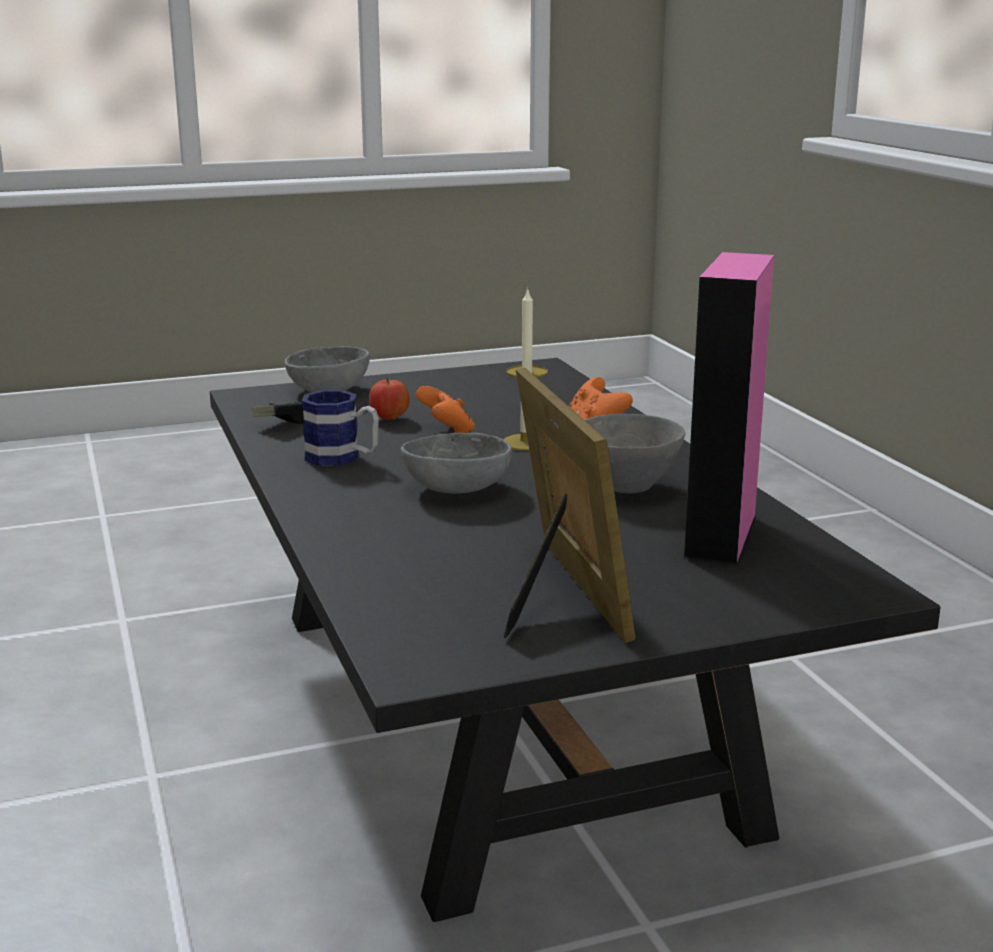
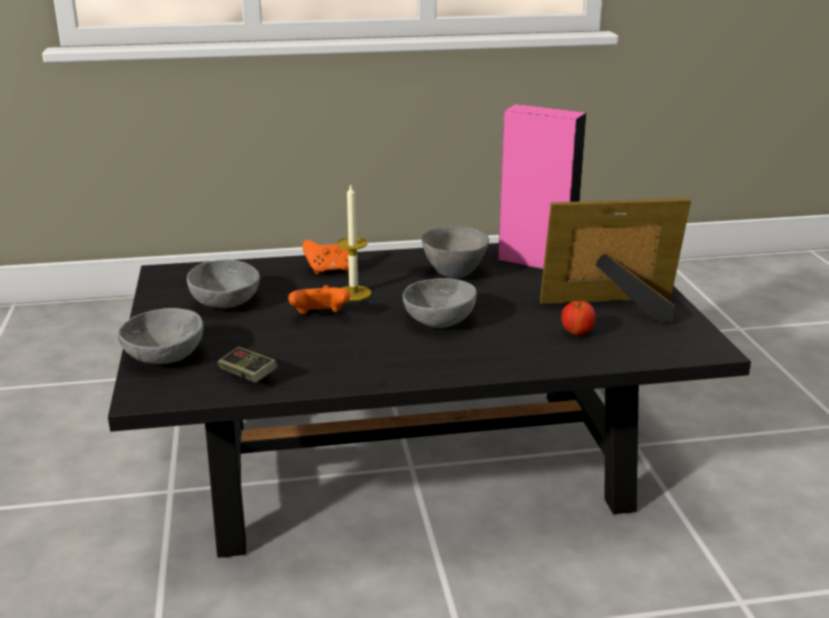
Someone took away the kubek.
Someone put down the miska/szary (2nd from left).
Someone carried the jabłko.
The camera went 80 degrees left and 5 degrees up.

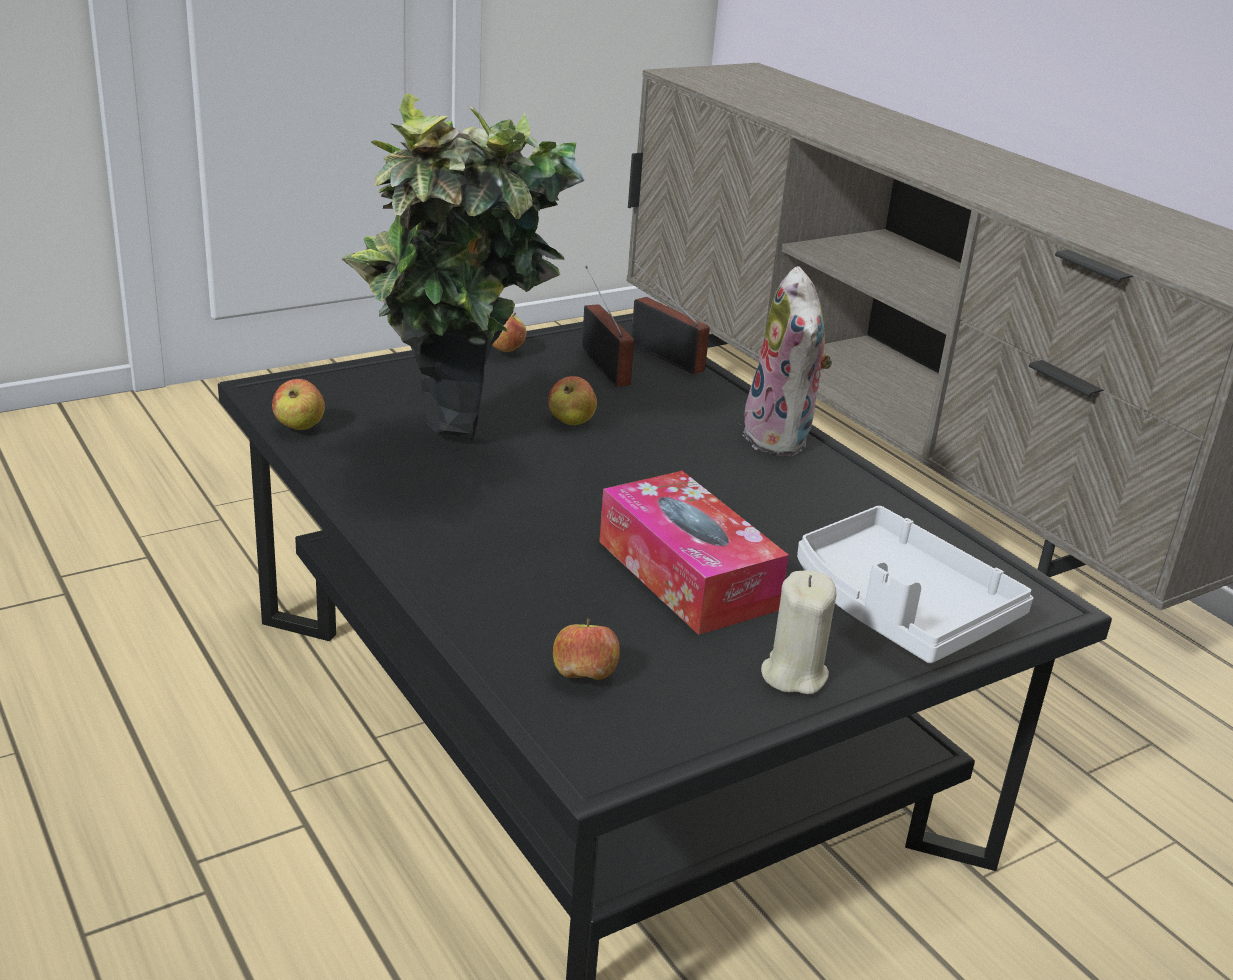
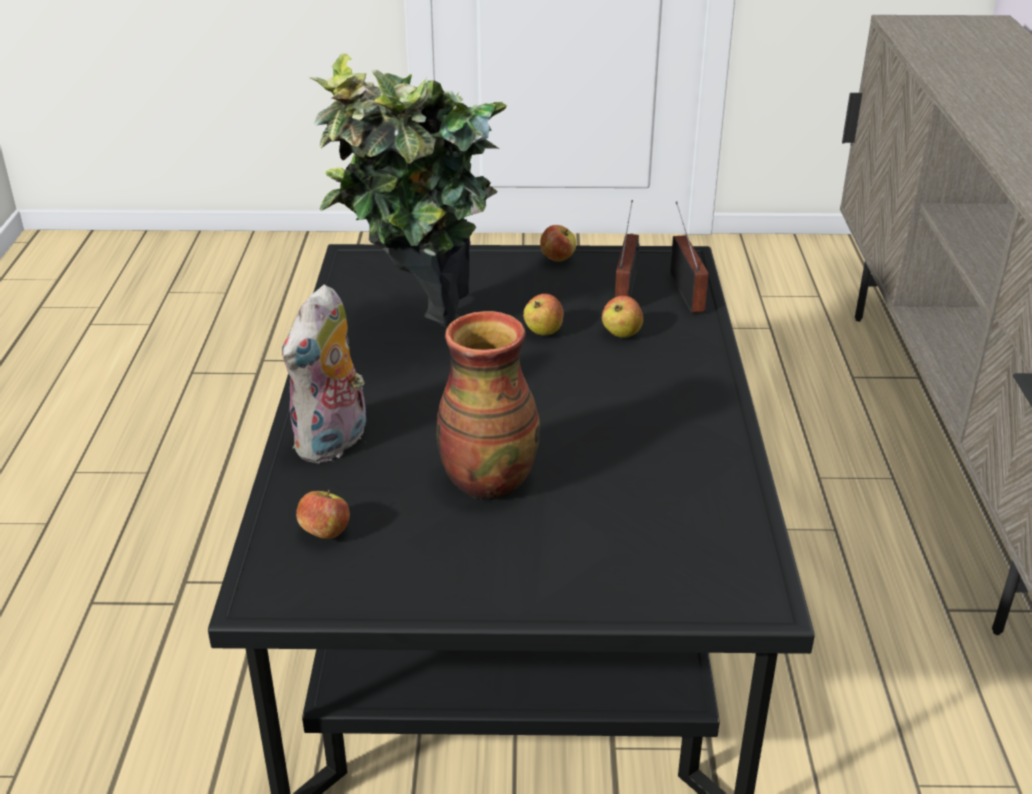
Someone took away the świeca/beżowy.
Someone took away the taca/biały.
Someone carried the jabłko (1st from left in the first image).
Someone carried the pluszak.
Someone swapped the pudełko chusteczek for the wazon.
The camera went 35 degrees right and 5 degrees up.

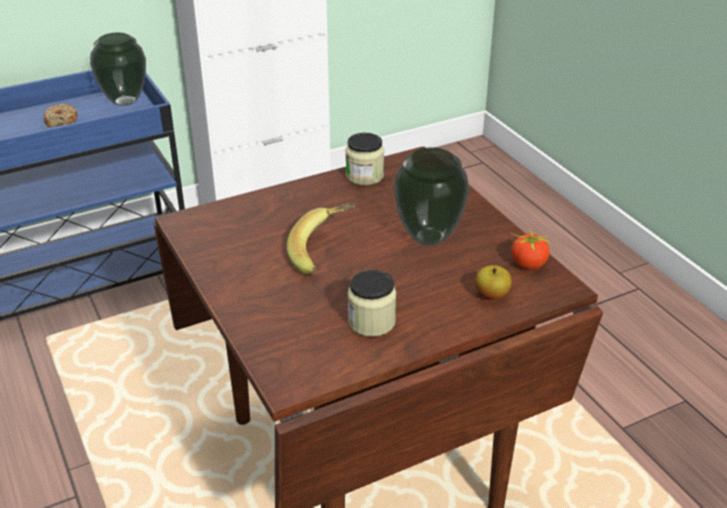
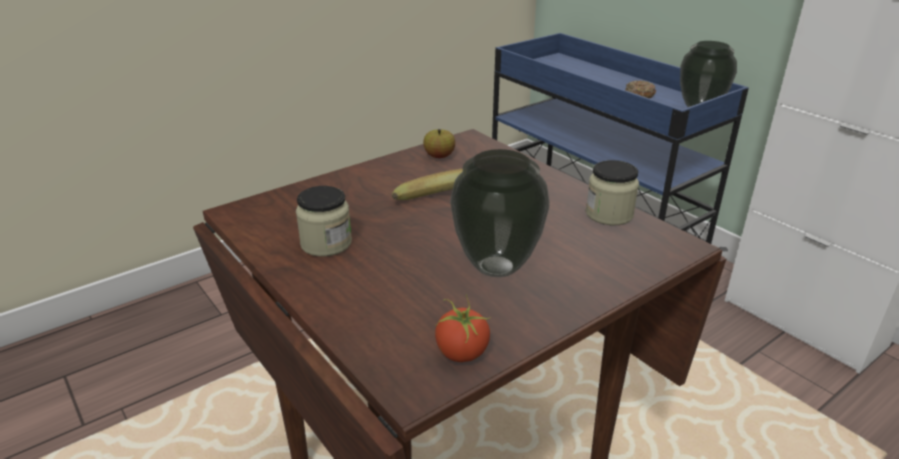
Someone carried the jabłko.
The camera went 80 degrees right and 5 degrees down.

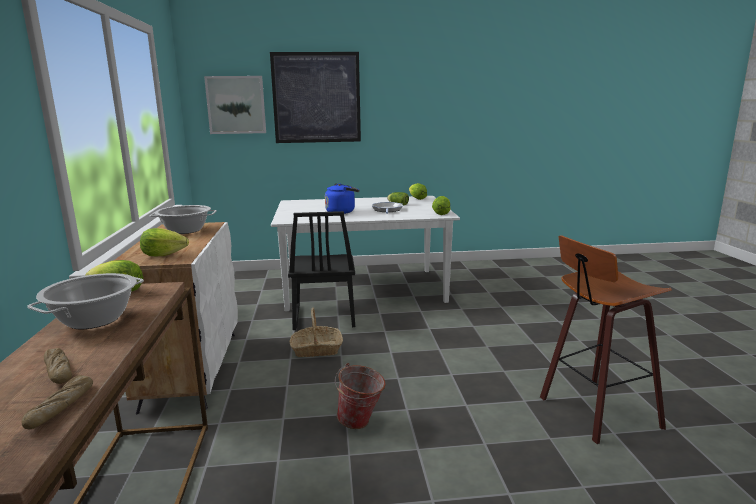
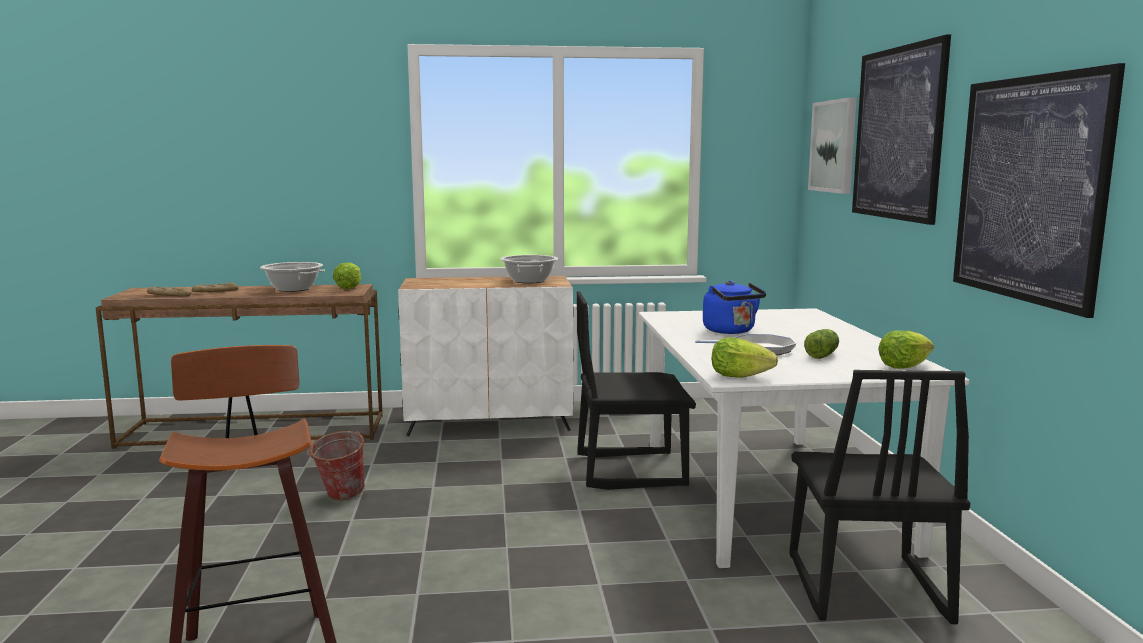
Someone took away the sałata (2nd from left).
Someone took away the koszyk.
Someone put down the krzesło/czarny (2nd from left).
Someone put up the obraz (3rd from left).
The camera went 90 degrees right and 5 degrees down.

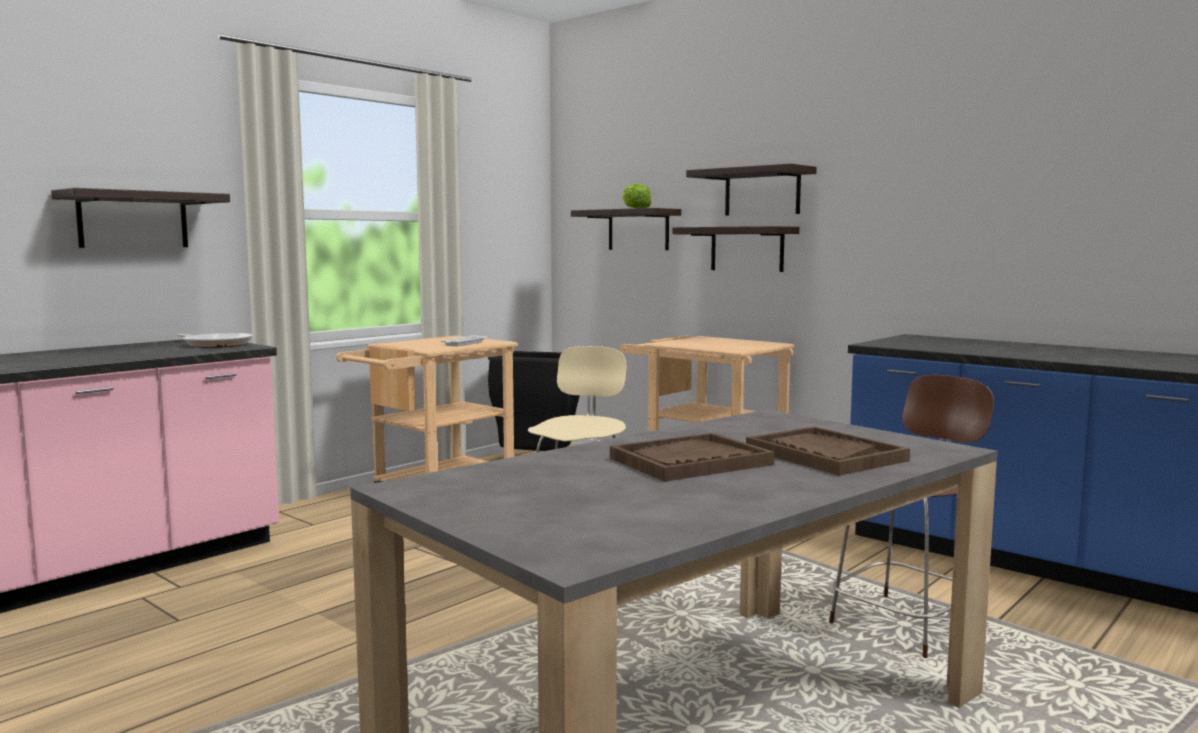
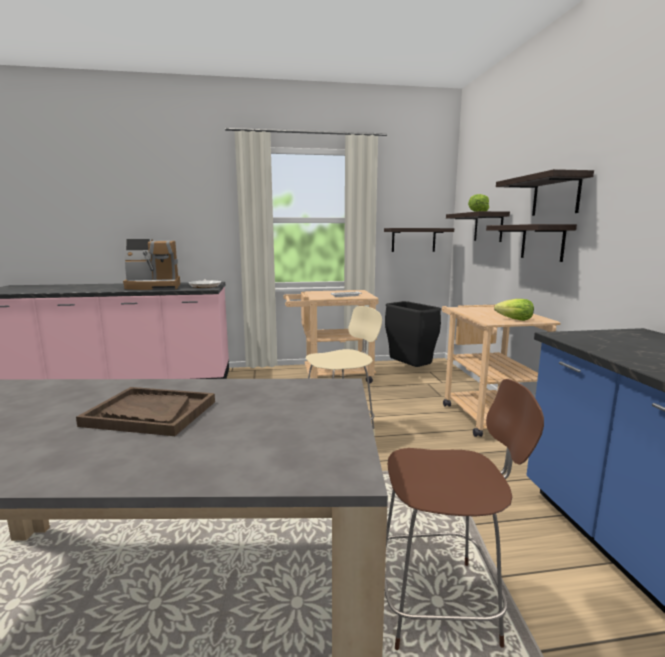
Someone took away the taca/brązowy (2nd from left).
Someone put down the ekspres do kawy.
Someone put down the sałata (2nd from left).
Someone carried the półka (1st from left).
The camera went 40 degrees right and 5 degrees up.

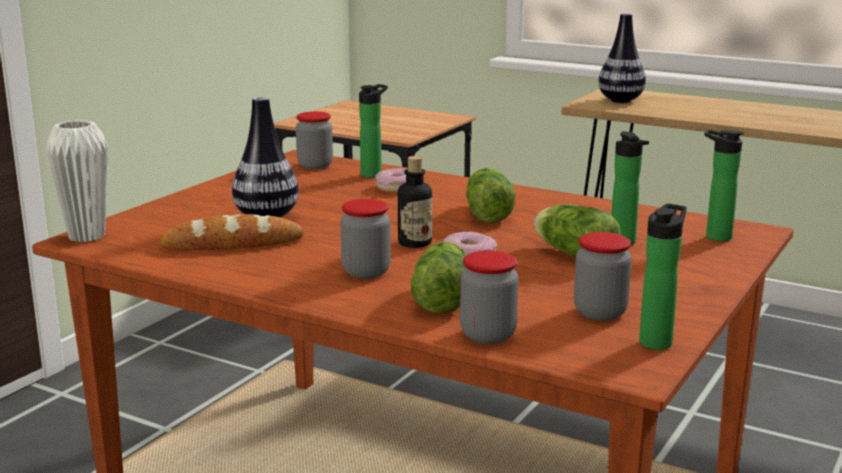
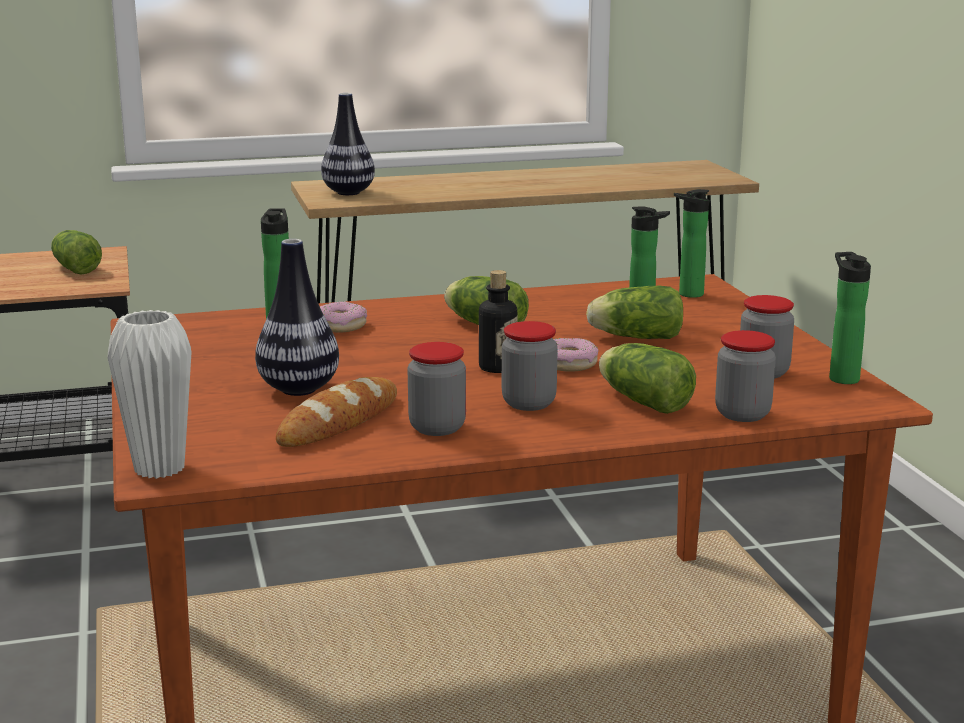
Someone put down the sałata (1st from left).
Someone carried the słoik (1st from left).
The camera went 45 degrees left and 0 degrees up.

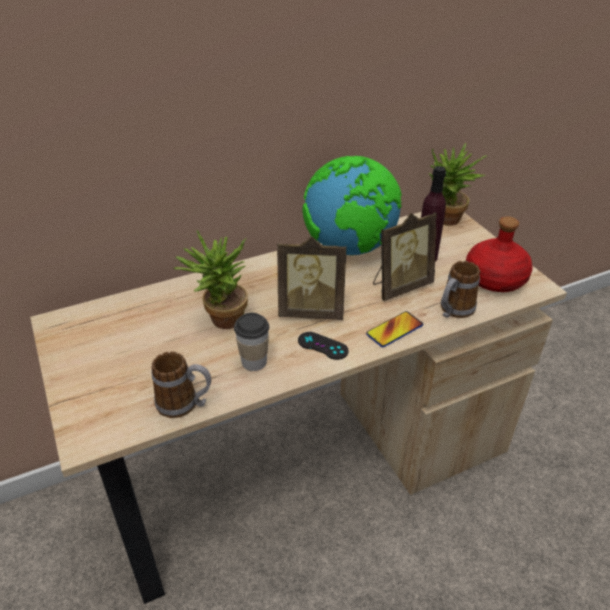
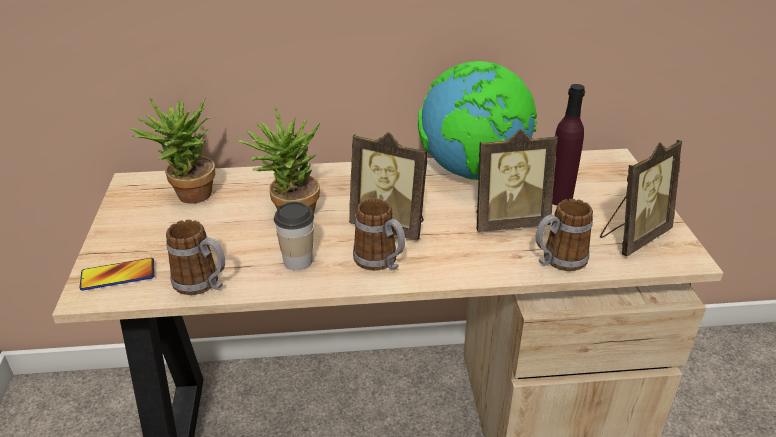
Someone carried the telefon.
Someone carried the roślina doniczkowa (2nd from left in the first image).
Someone swapped the pad do gier/czarny for the kubek (2nd from left).
Someone swapped the butelka/czerwony for the ramka na zdjęcie (3rd from left).
The camera went 20 degrees right and 5 degrees down.

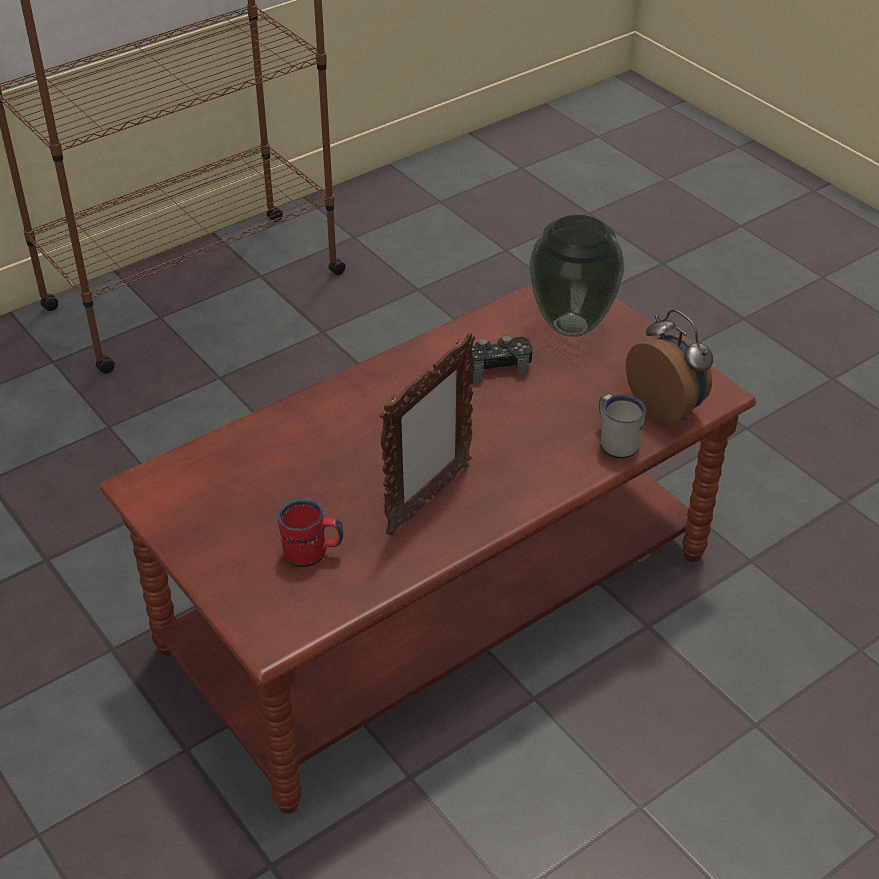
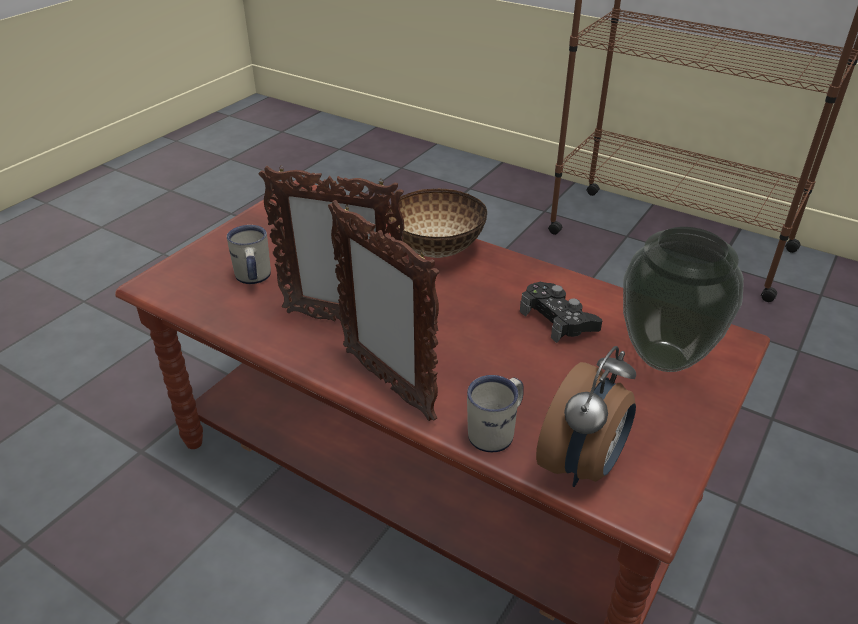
Someone put down the ramka na zdjęcie (2nd from left).
Someone put down the miska.
Someone repainted the kubek/czerwony, which became the kubek/biały (1st from left).
The camera went 70 degrees right and 5 degrees down.

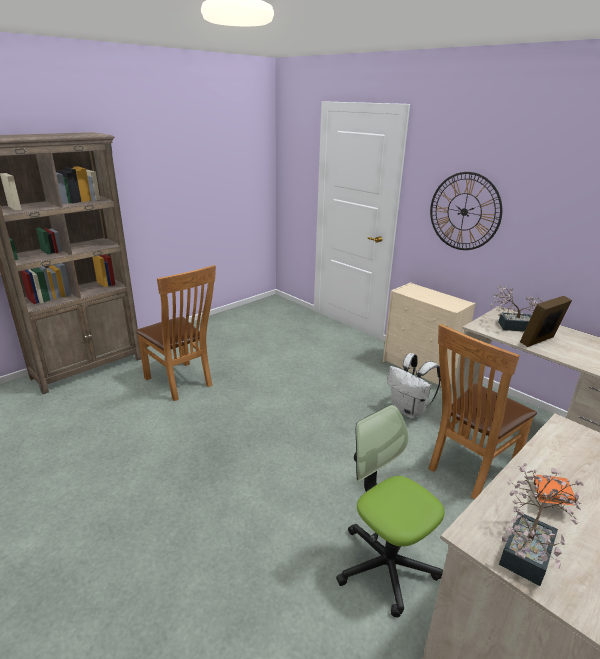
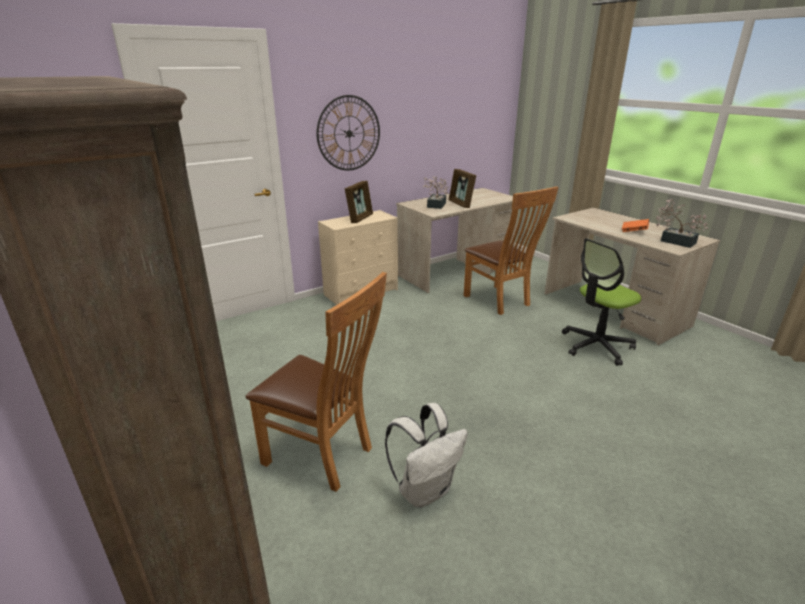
Someone put down the ramka na zdjęcie (1st from left).
Someone carried the plecak/biały.
Someone rotated the krzesło/brązowy (1st from left) by 60 degrees clockwise.
The camera went 80 degrees left and 0 degrees up.

